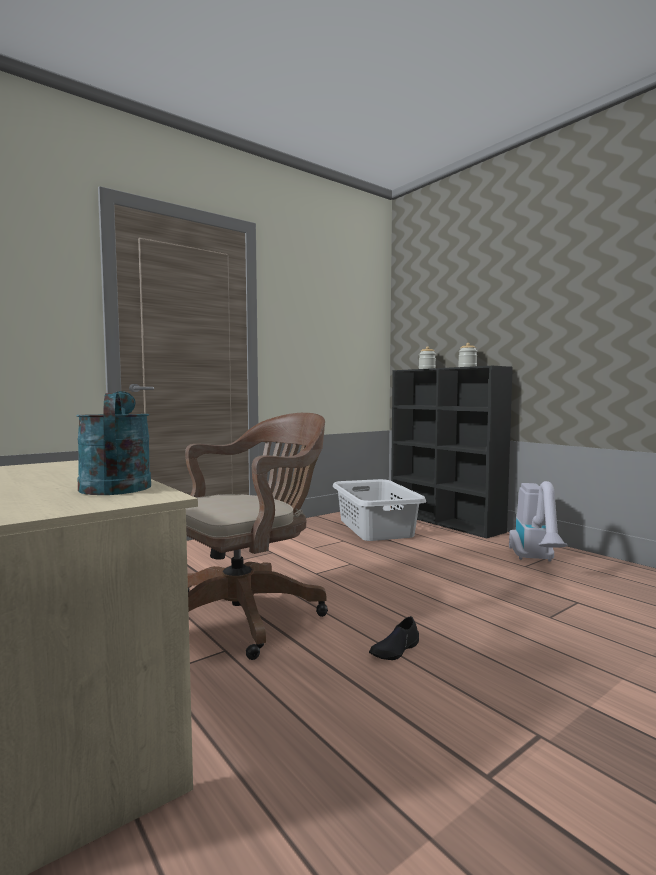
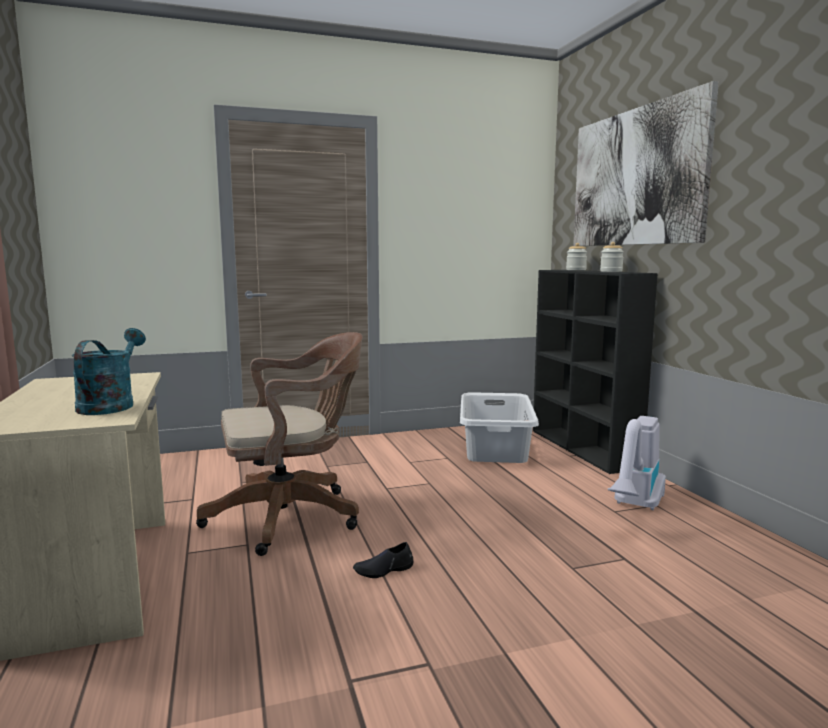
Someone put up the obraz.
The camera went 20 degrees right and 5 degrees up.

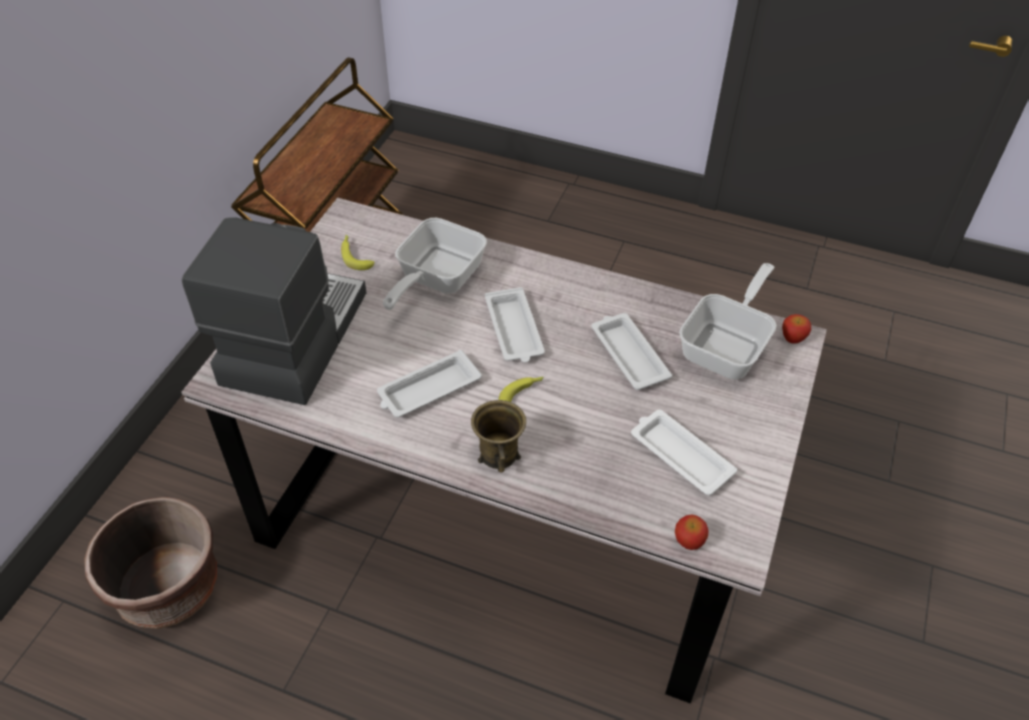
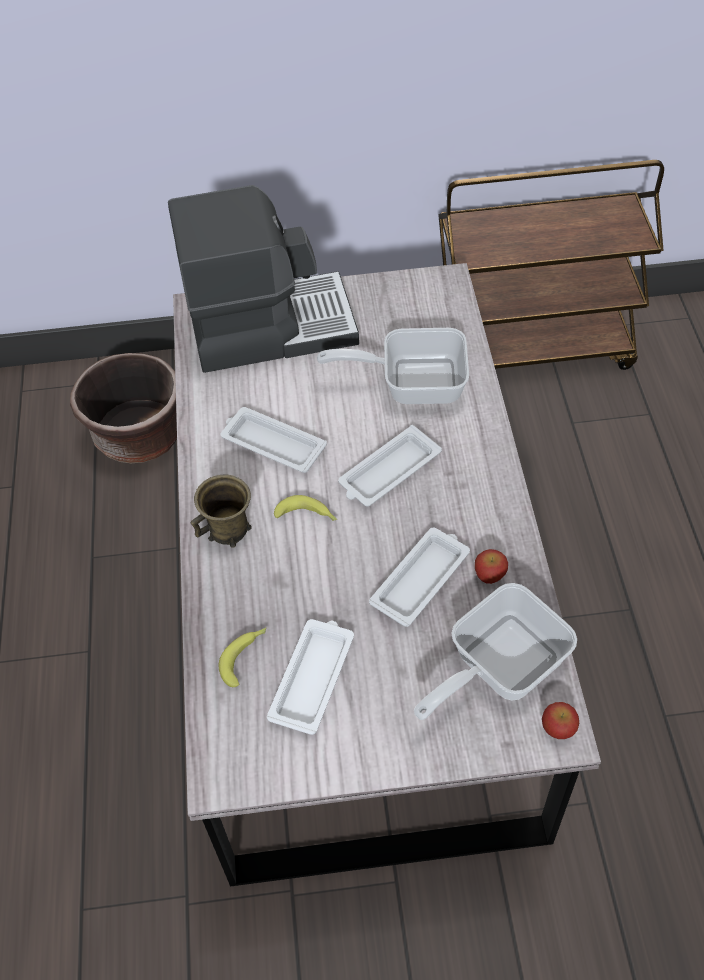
Someone carried the banan (1st from left).
Someone carried the jabłko (1st from left).
Someone rotated the patelnia (2nd from left) by 135 degrees clockwise.
The camera went 65 degrees right and 5 degrees up.

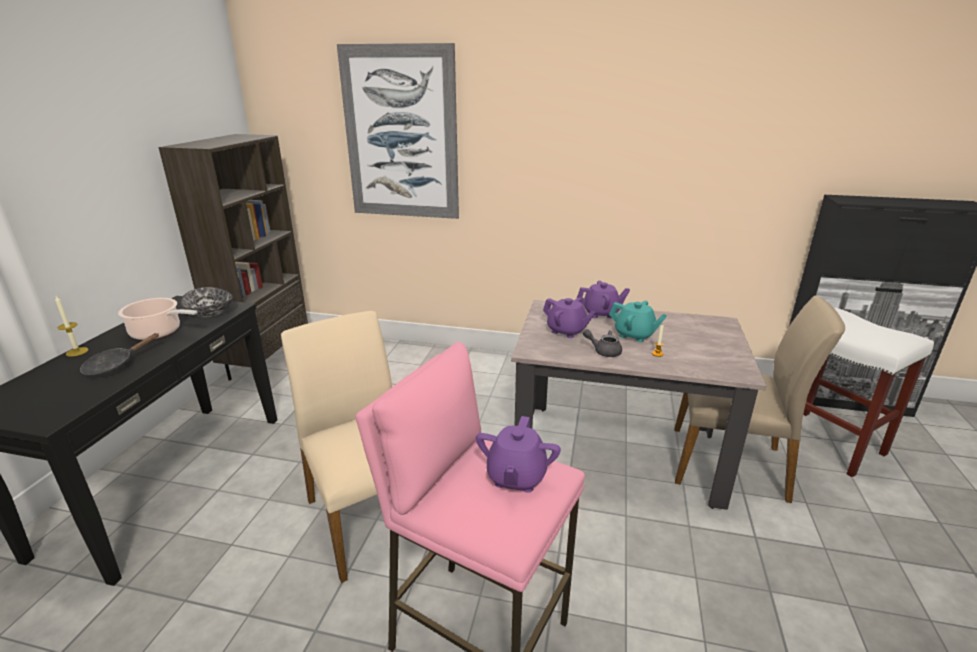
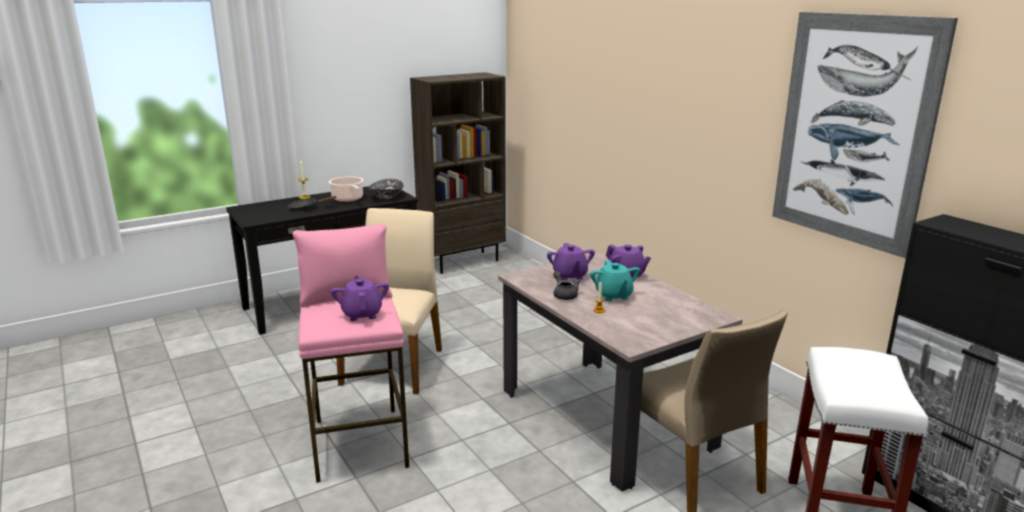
Someone carried the obraz.
Someone rotated the imbryk/fioletowy (1st from left) by 105 degrees clockwise.
The camera went 45 degrees right and 5 degrees down.

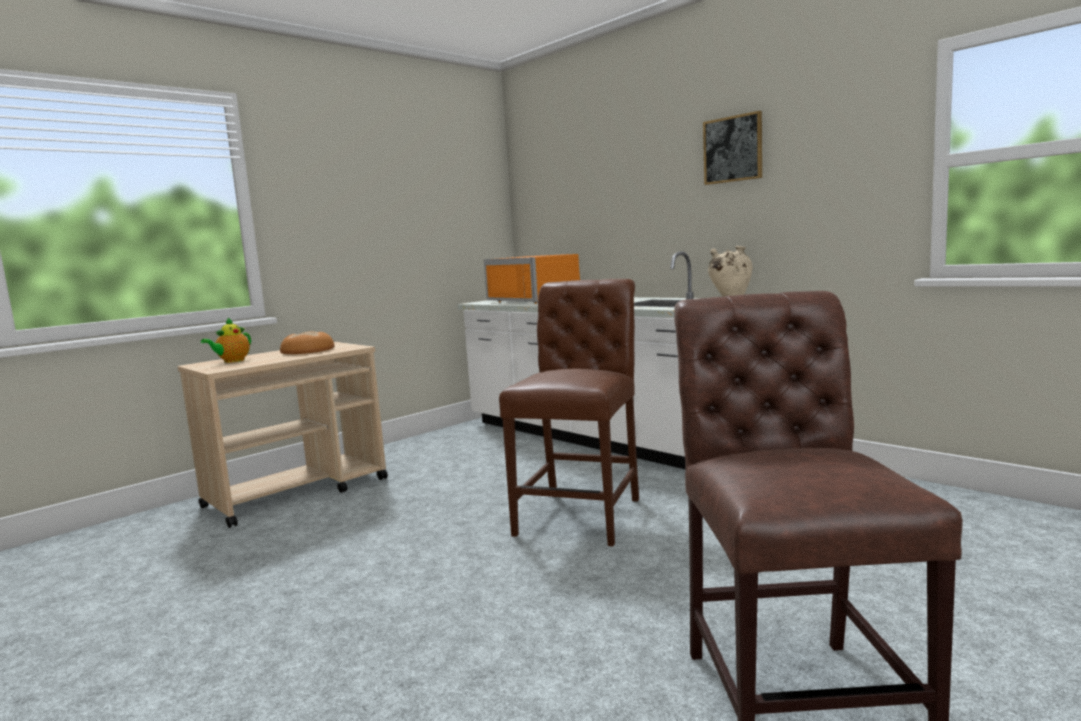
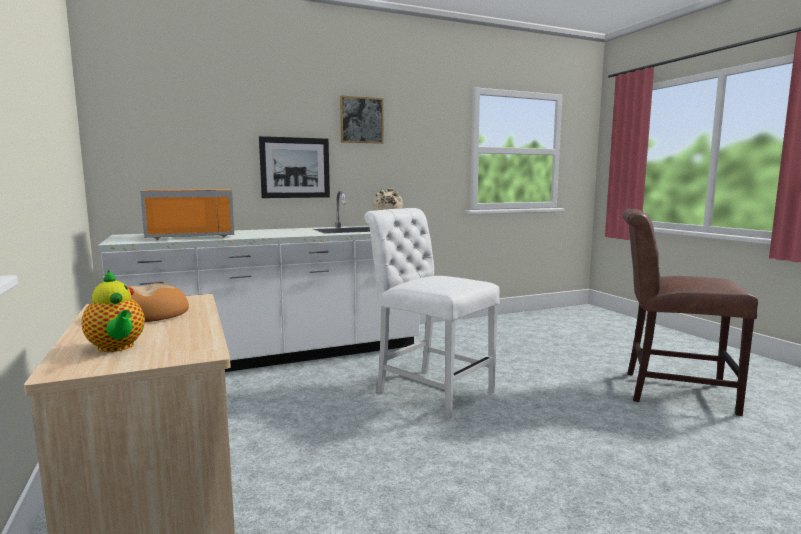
Someone put up the obraz (1st from left).
Someone repainted the krzesło/brązowy (1st from left), which became the krzesło/biały.
The camera went 70 degrees left and 0 degrees up.

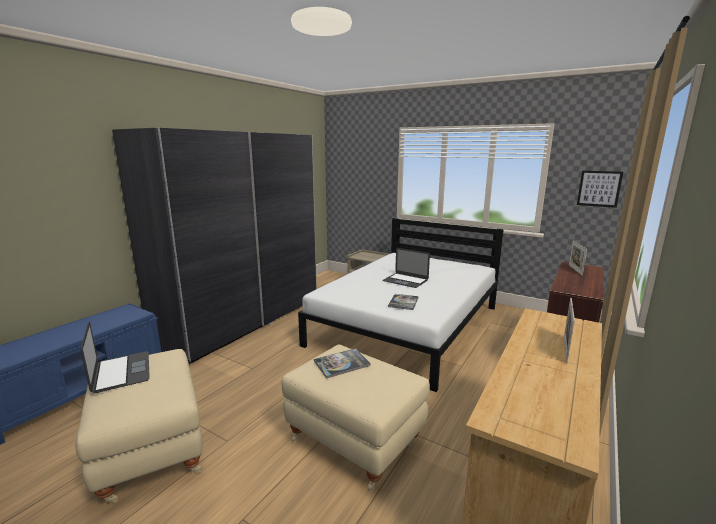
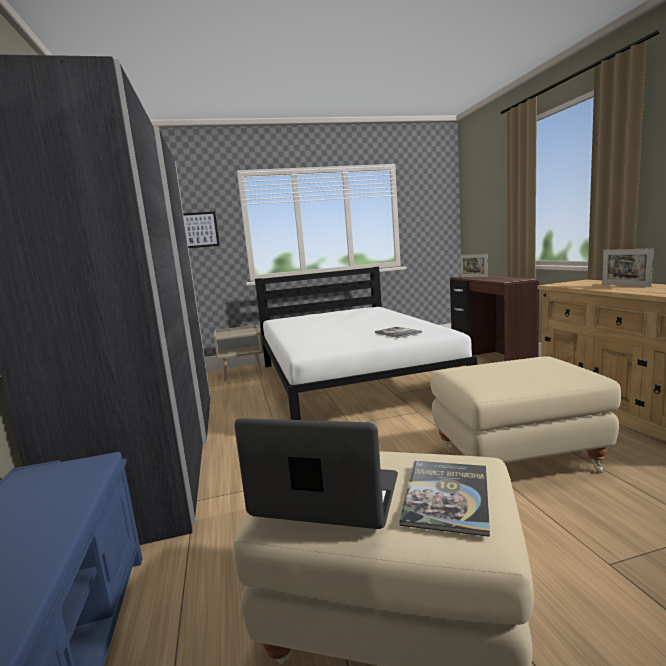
Someone took away the laptop (2nd from left).
Someone carried the książka (1st from left in the first image).
Someone carried the obraz.
The camera went 45 degrees left and 5 degrees down.

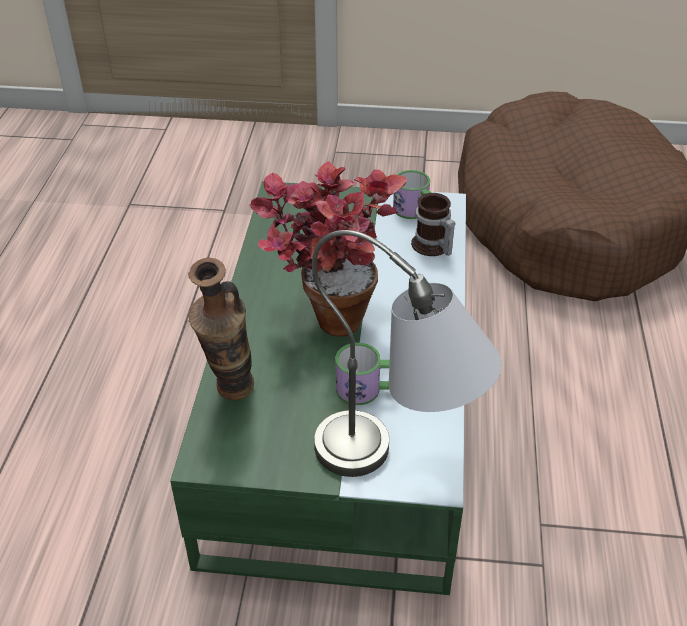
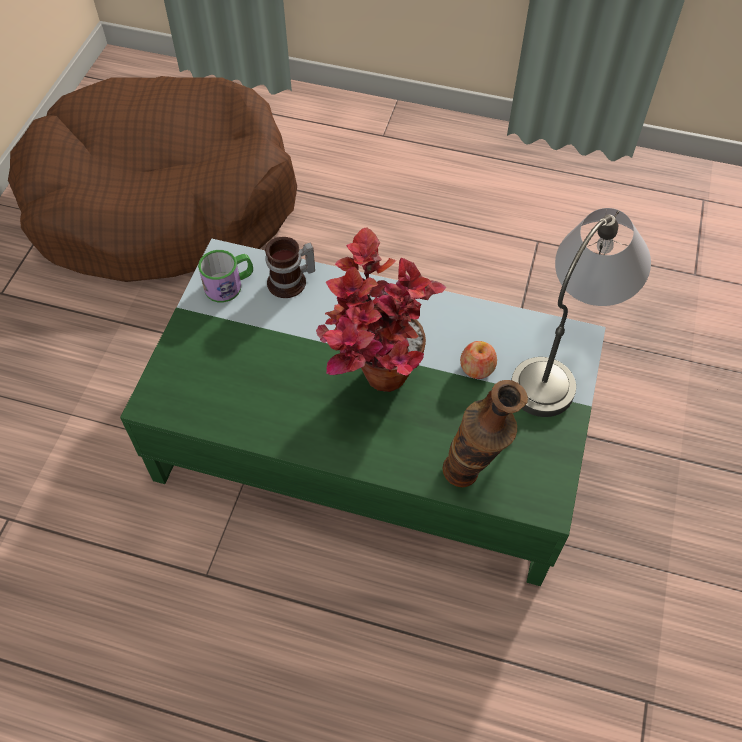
Someone swapped the kubek (1st from left) for the jabłko.
The camera went 80 degrees left and 15 degrees up.

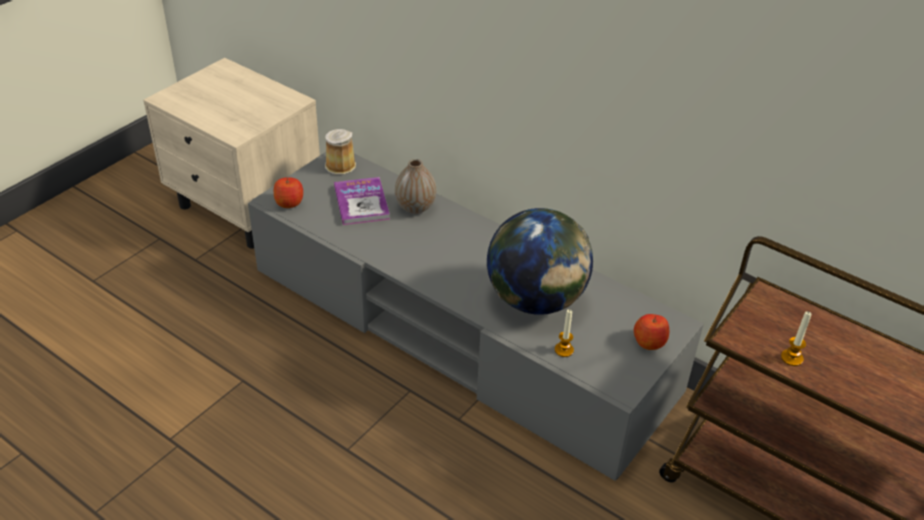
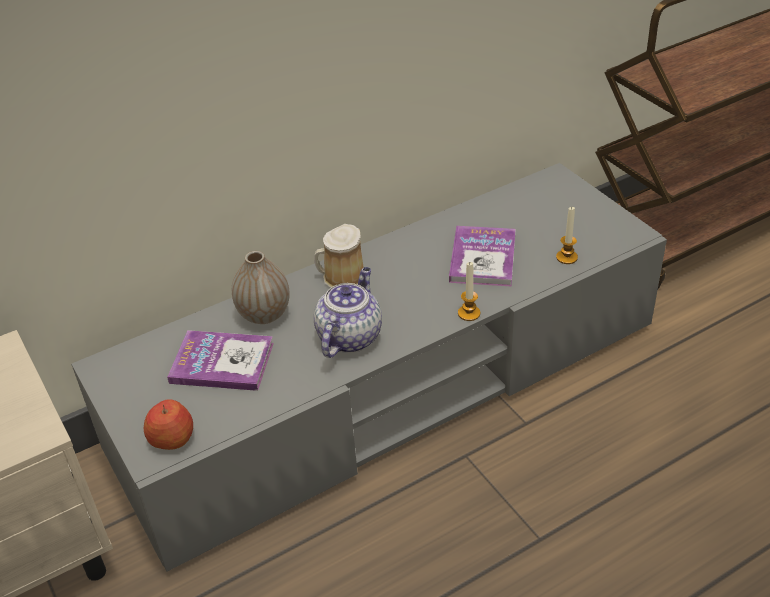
Someone took away the jabłko (2nd from left).
Someone put down the imbryk.
Someone carried the kubek.
Someone carried the świeca (2nd from left in the first image).
Someone swapped the globus for the książka (2nd from left).
The camera went 65 degrees left and 0 degrees up.

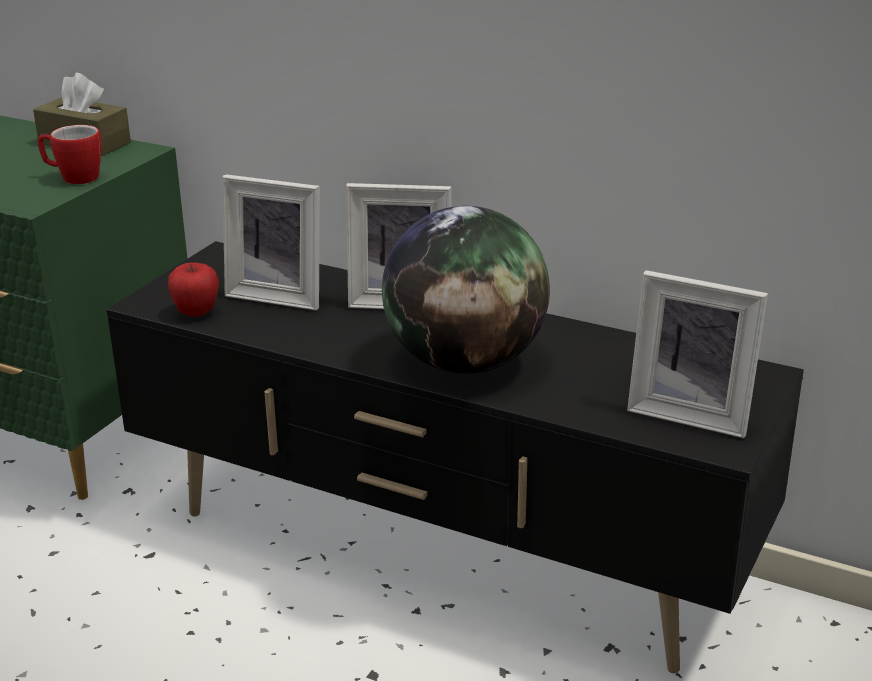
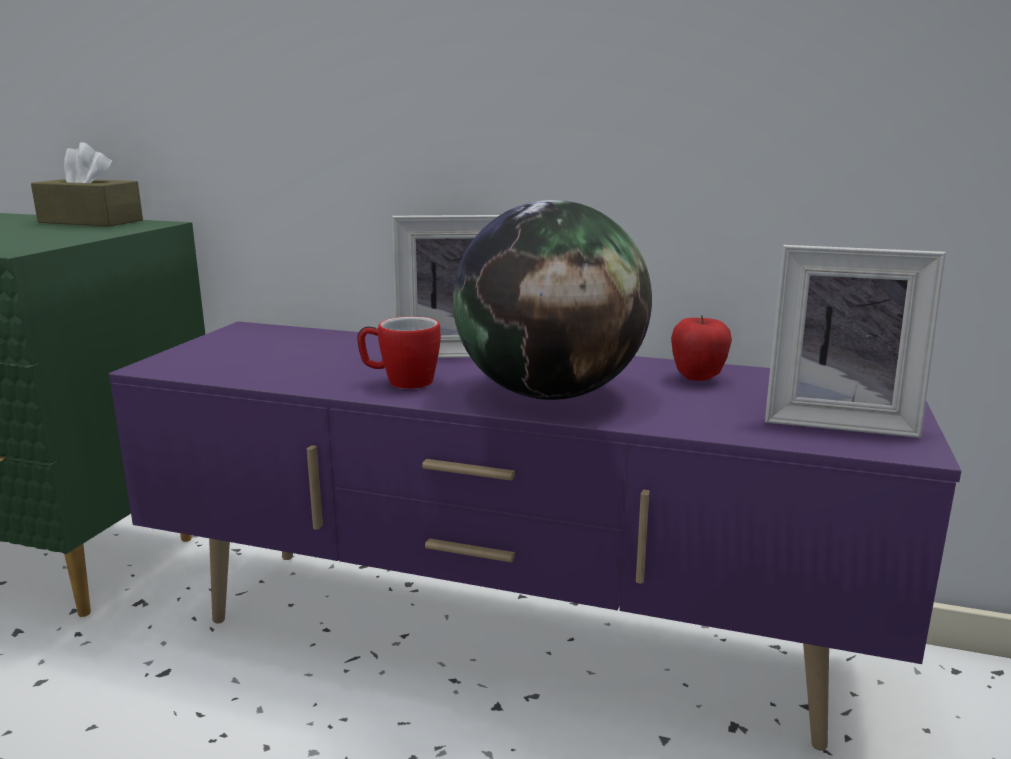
Someone took away the ramka na zdjęcie (1st from left).
Someone carried the kubek.
Someone carried the jabłko.
Someone repainted the szafka pod telewizor/czarny, which became the szafka pod telewizor/fioletowy.
The camera went 10 degrees left and 10 degrees down.

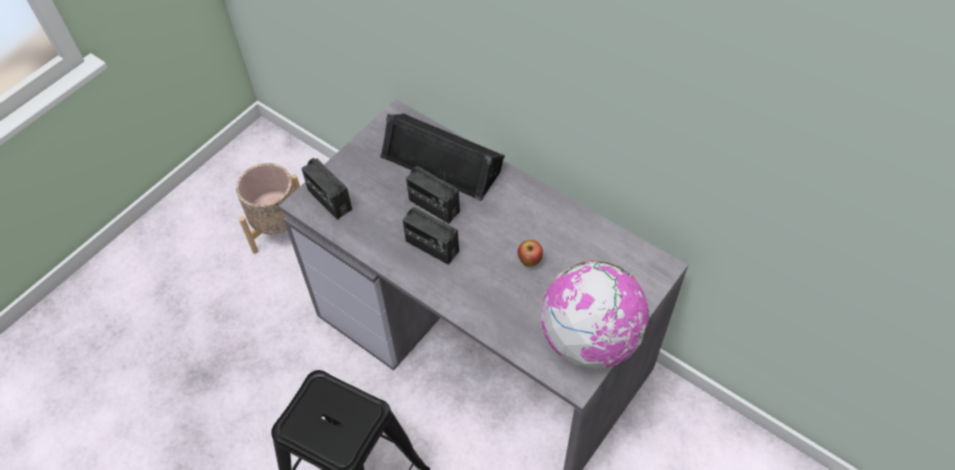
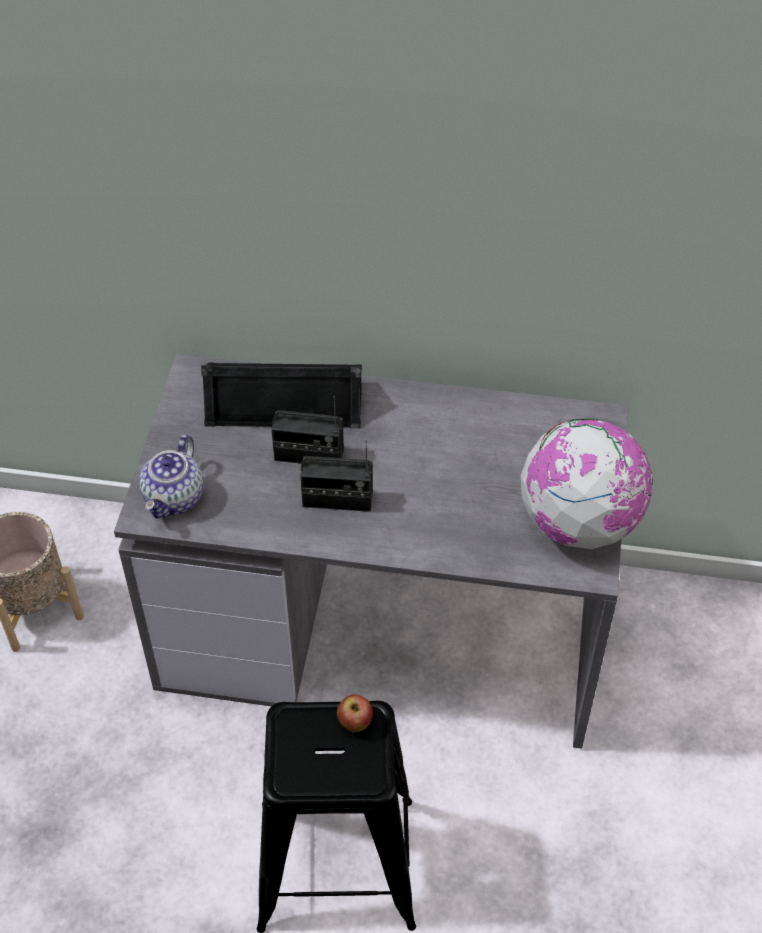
Someone carried the jabłko.
Someone swapped the radio (1st from left) for the imbryk.
The camera went 30 degrees left and 5 degrees down.

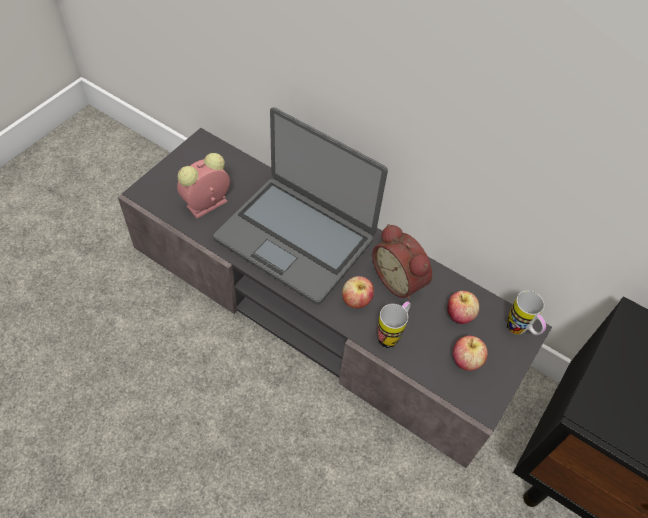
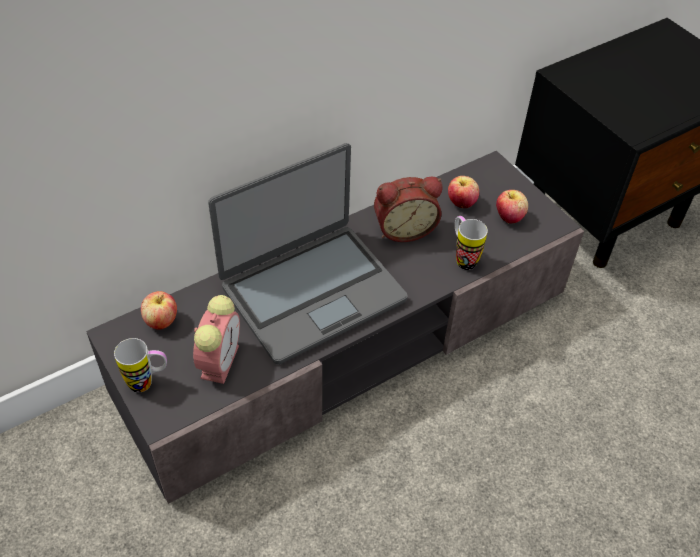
Someone carried the jabłko (1st from left).
Someone carried the kubek (2nd from left in the first image).
Someone rotated the budzik (1st from left) by 150 degrees counterclockwise.
The camera went 65 degrees left and 5 degrees down.

